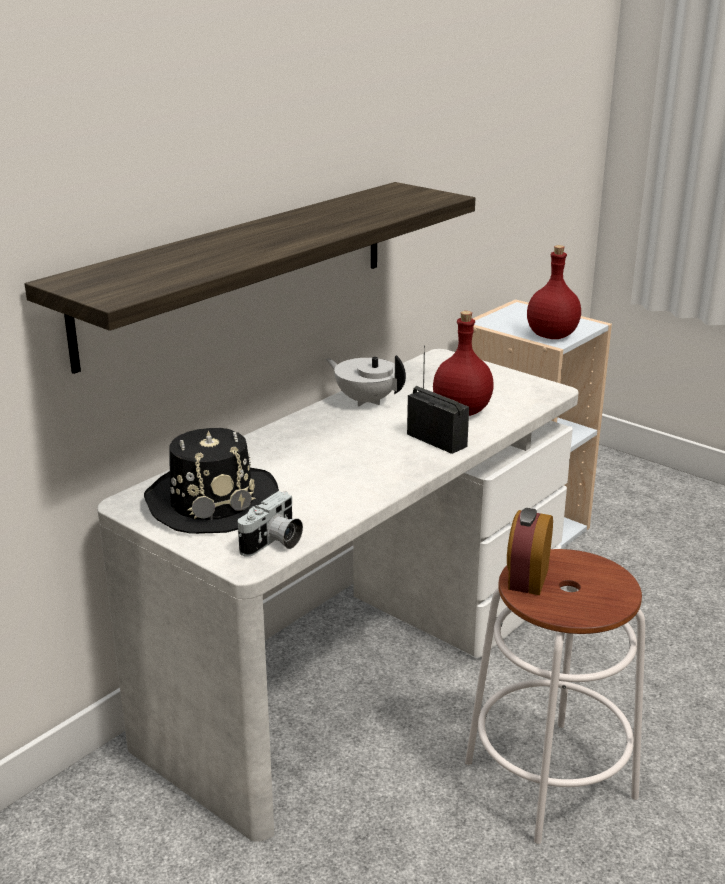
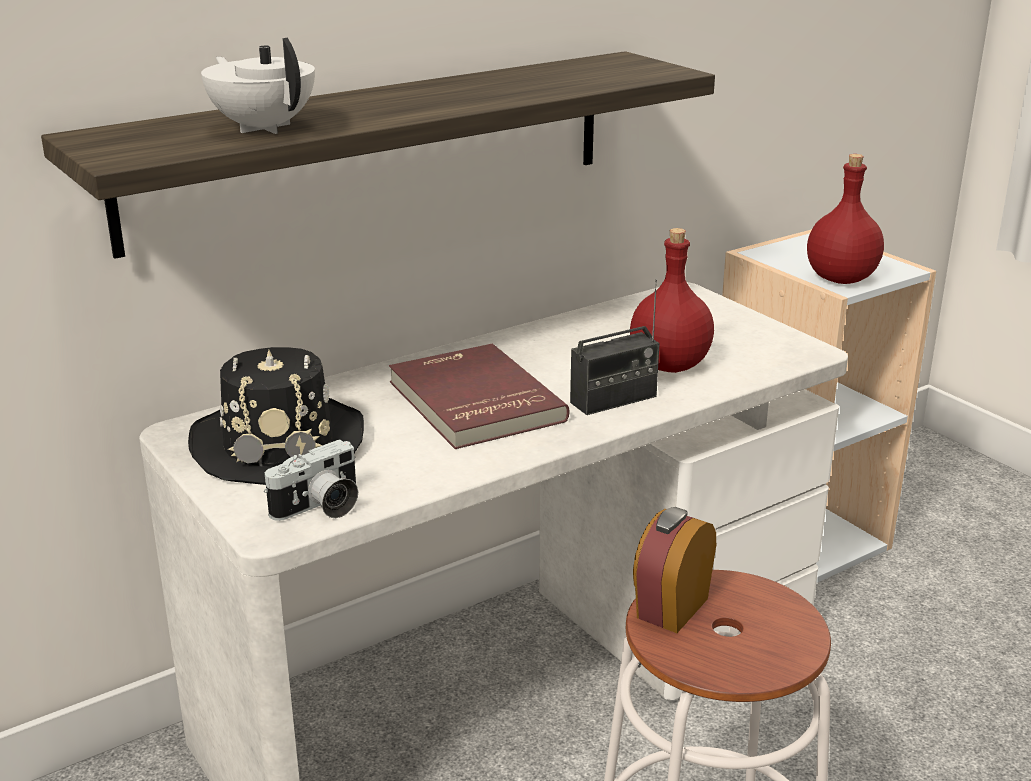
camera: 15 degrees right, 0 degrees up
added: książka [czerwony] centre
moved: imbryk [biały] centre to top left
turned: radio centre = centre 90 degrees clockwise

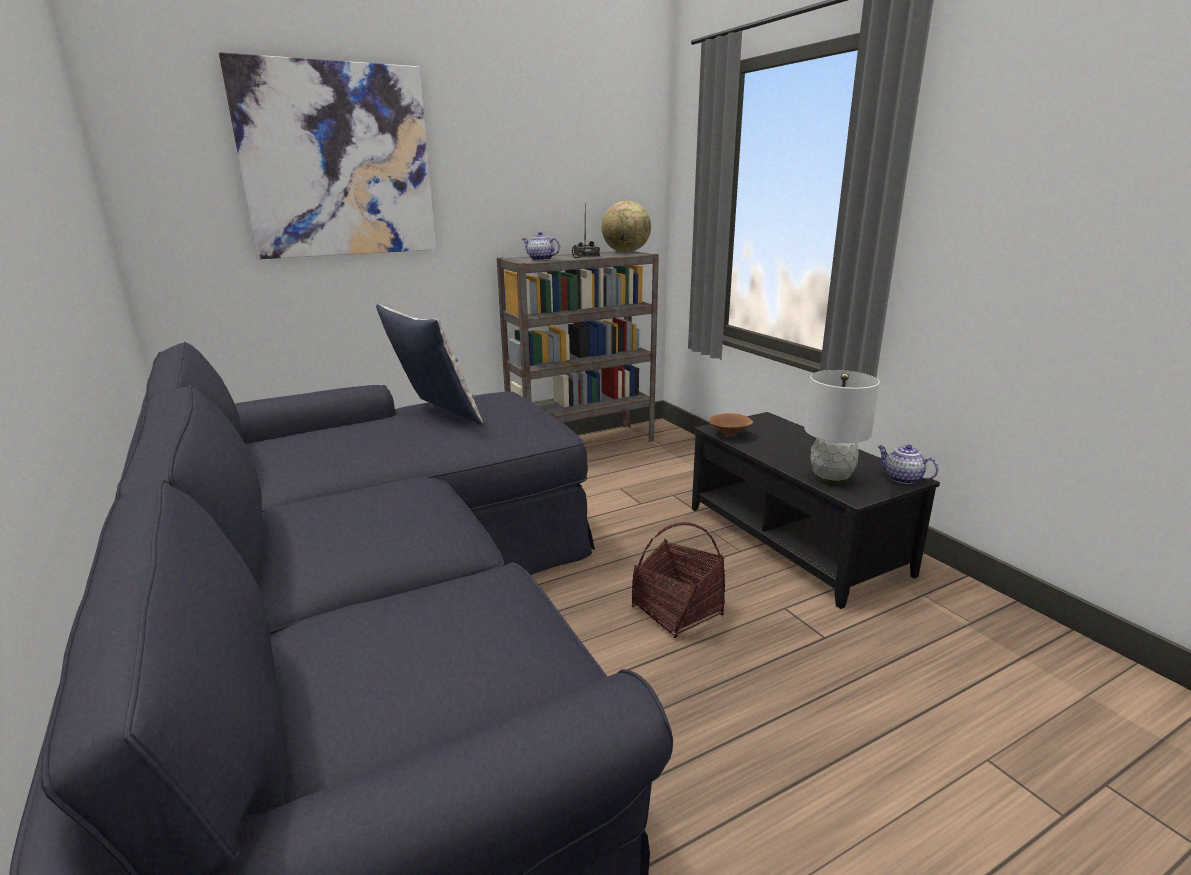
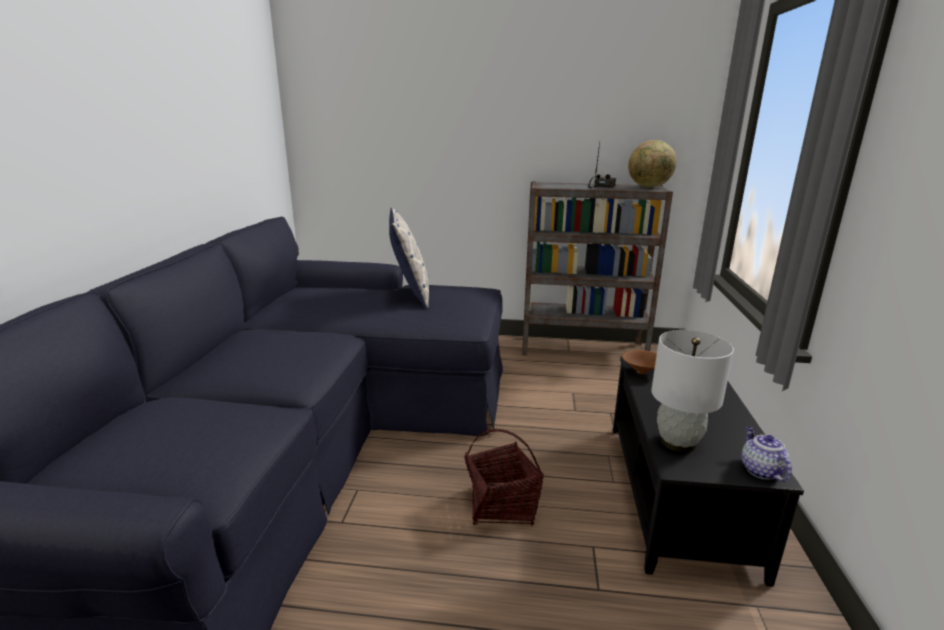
camera: 35 degrees right, 0 degrees up
removed: obraz top left; imbryk (1st from left) top centre

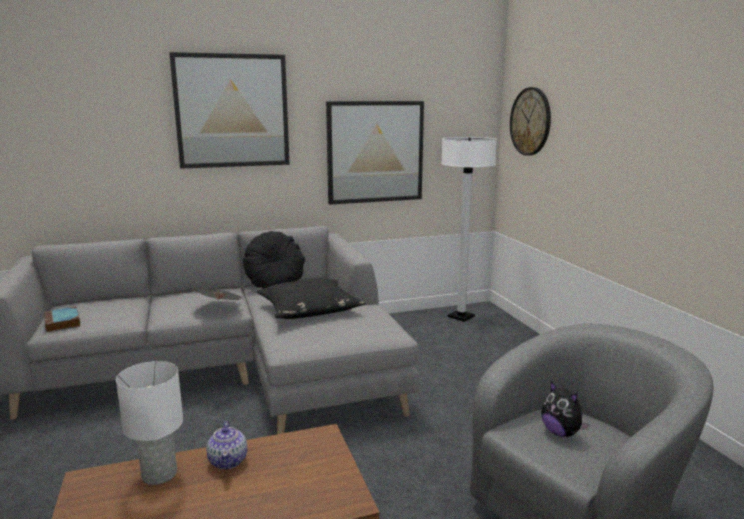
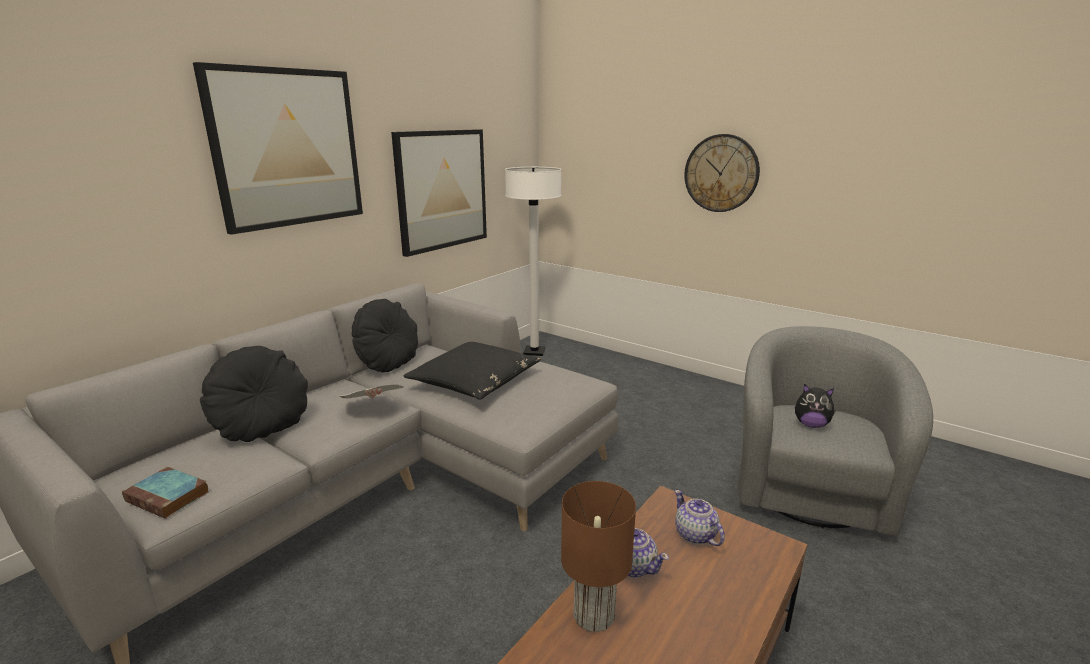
camera: 35 degrees left, 5 degrees up
added: poduszka [czarny] (1st from left) middle left; imbryk (2nd from left) bottom centre
moved: zegar ścienny top right to top centre
recoloured: lampa stołowa [biały] bottom left to lampa stołowa [brązowy] bottom centre

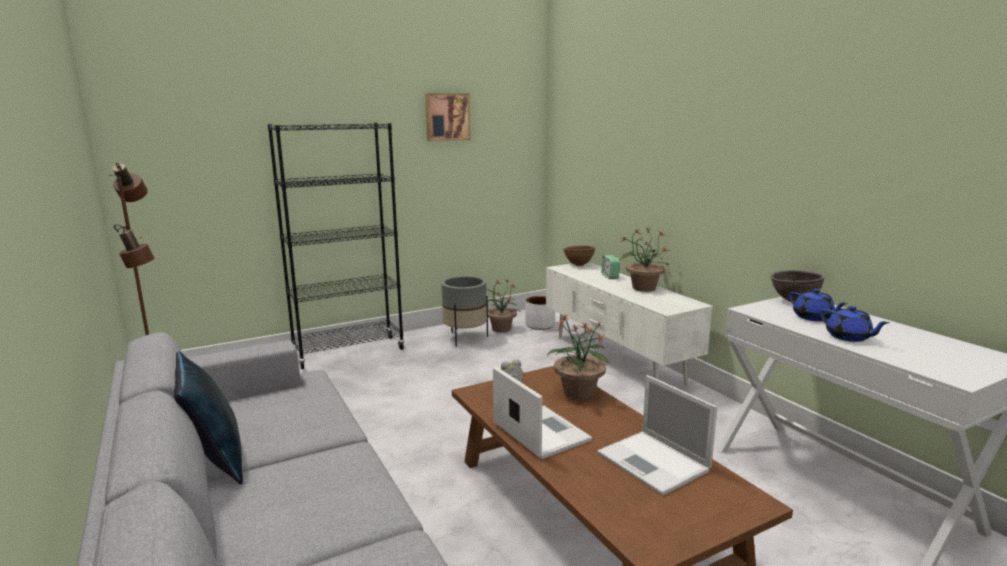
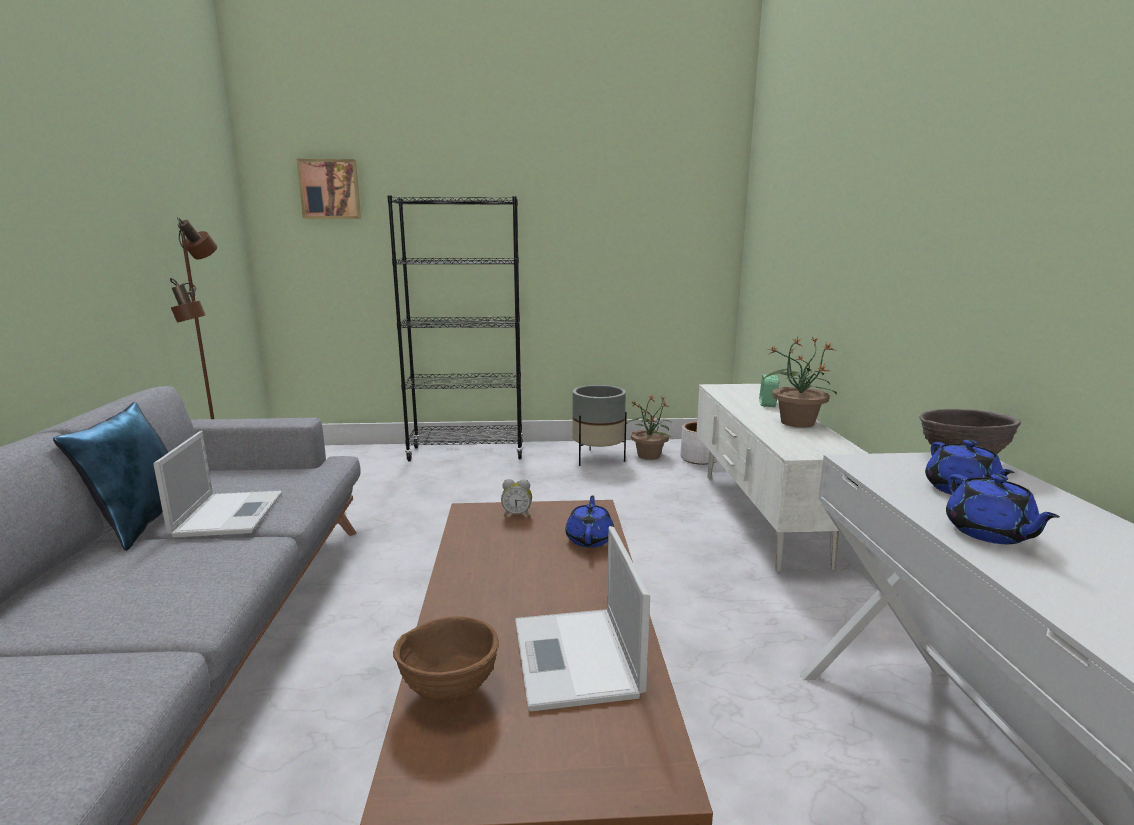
camera: 25 degrees right, 0 degrees up
moved: obraz top centre to top left; laptop (1st from left) bottom centre to middle left; miska [brązowy] (1st from left) centre to bottom centre
replaced: roślina doniczkowa (2nd from left) centre to imbryk [niebieski] (1st from left) centre

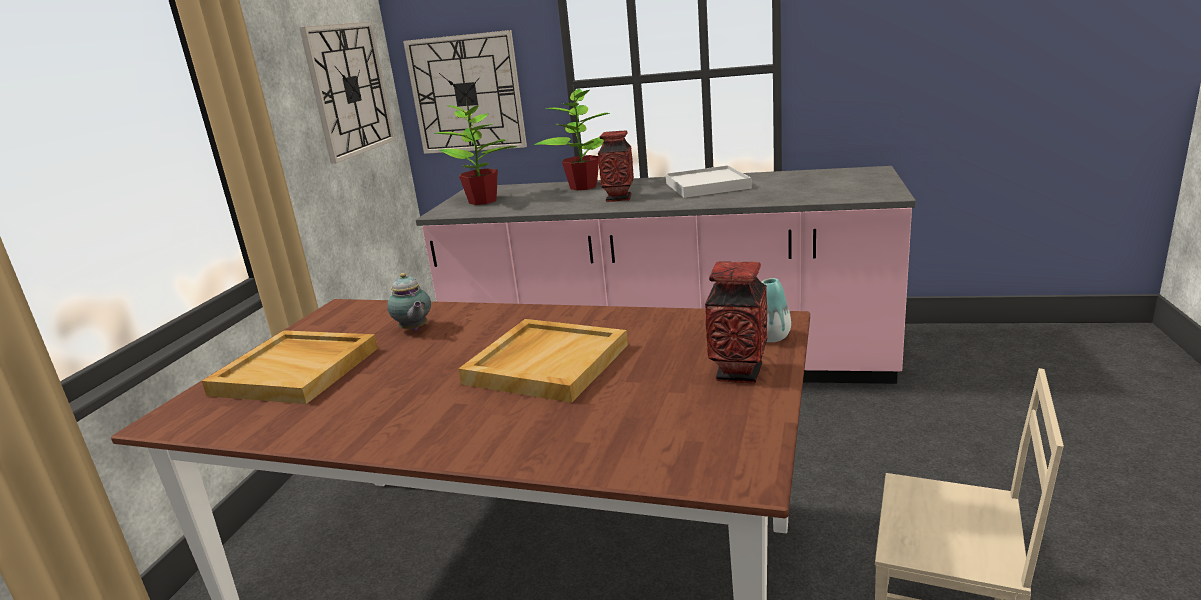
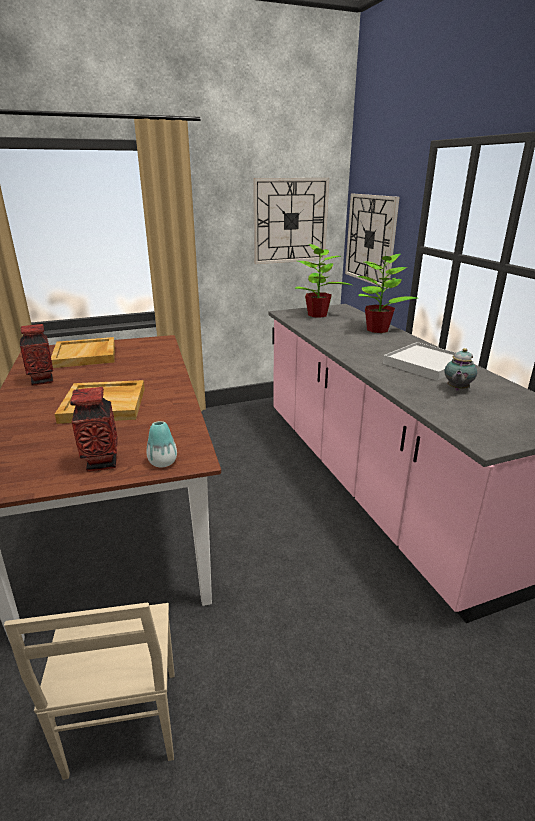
camera: 55 degrees right, 5 degrees up
moved: imbryk centre to middle right; wazon (1st from left) top centre to middle left

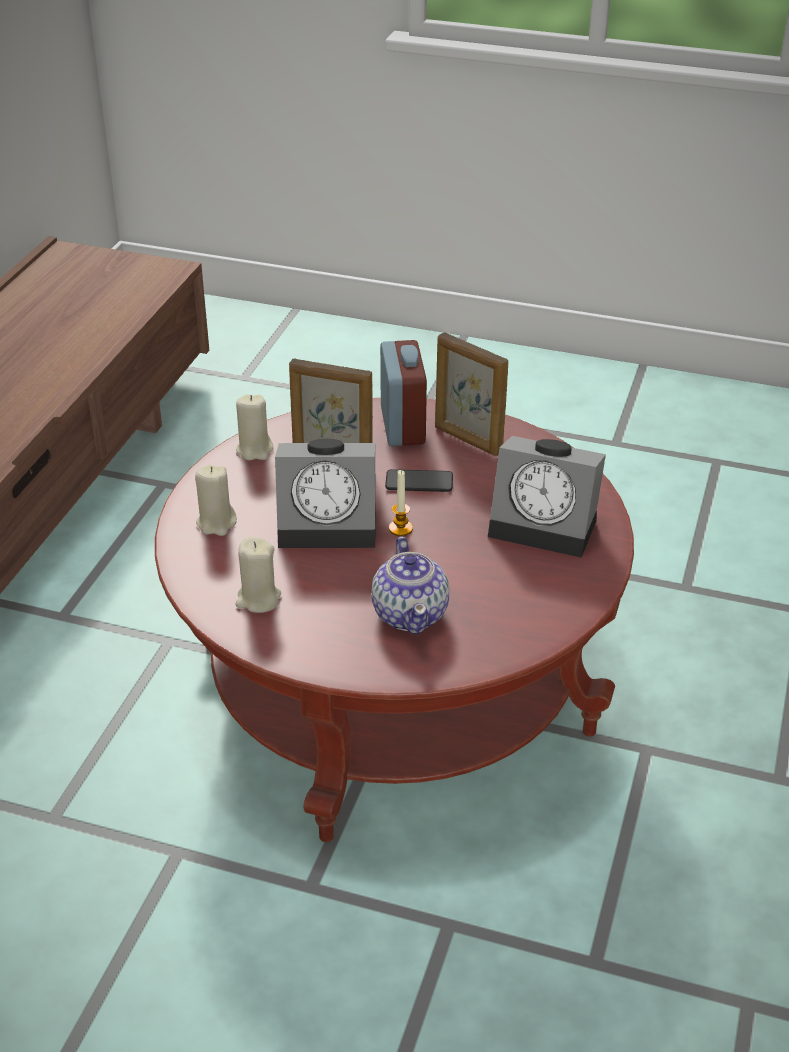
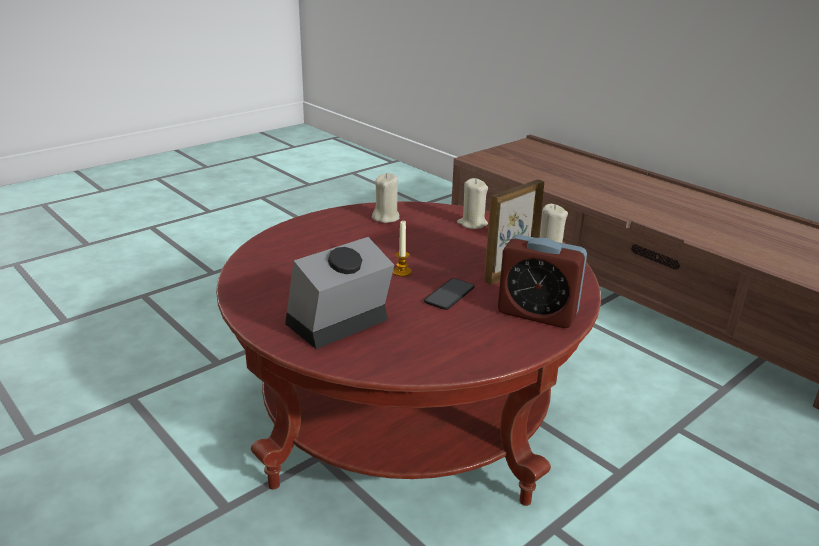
camera: 120 degrees right, 10 degrees down
removed: budzik (1st from left) centre; imbryk centre; ramka na zdjęcie (2nd from left) centre

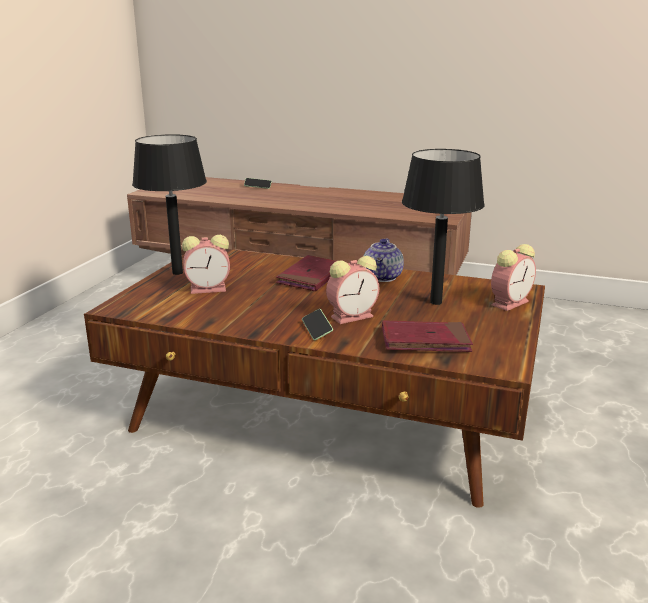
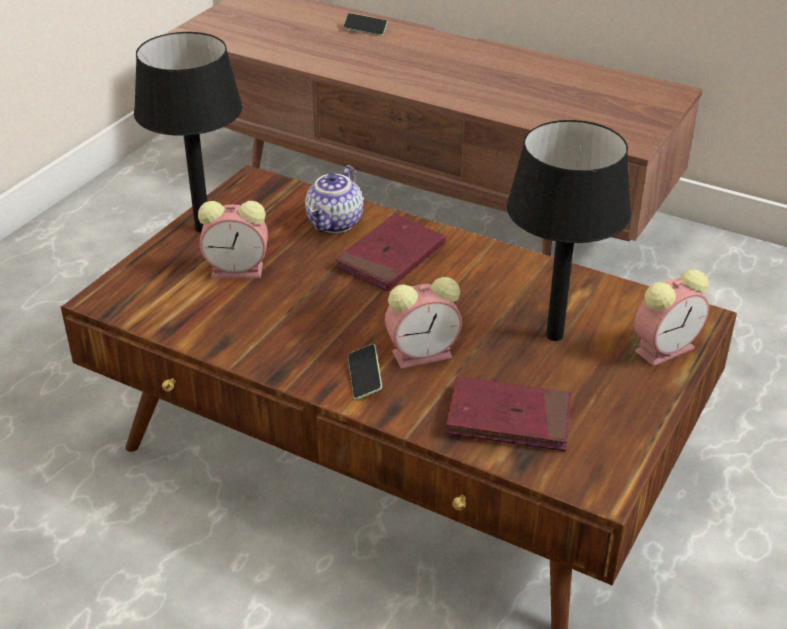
camera: 10 degrees right, 15 degrees up
moved: imbryk centre to top centre

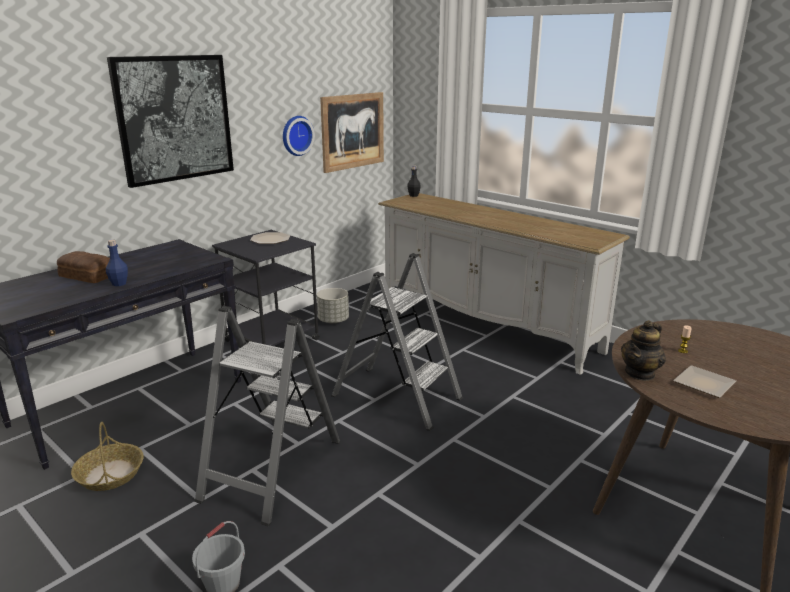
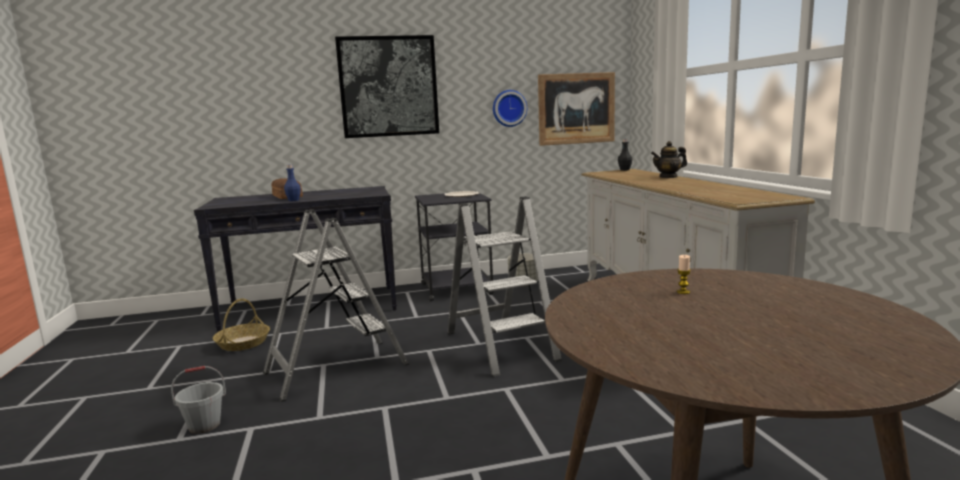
camera: 35 degrees right, 10 degrees down
removed: talerz (2nd from left) middle right
moved: imbryk middle right to top right

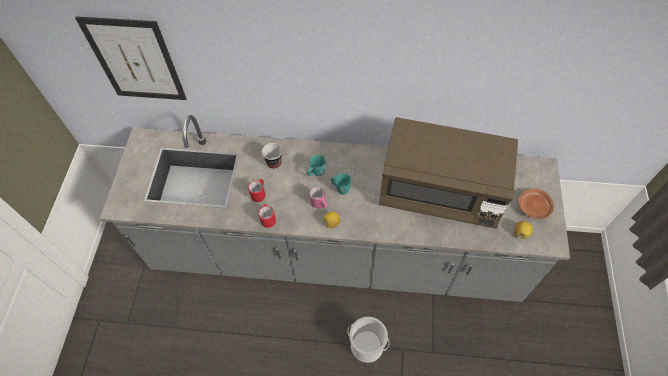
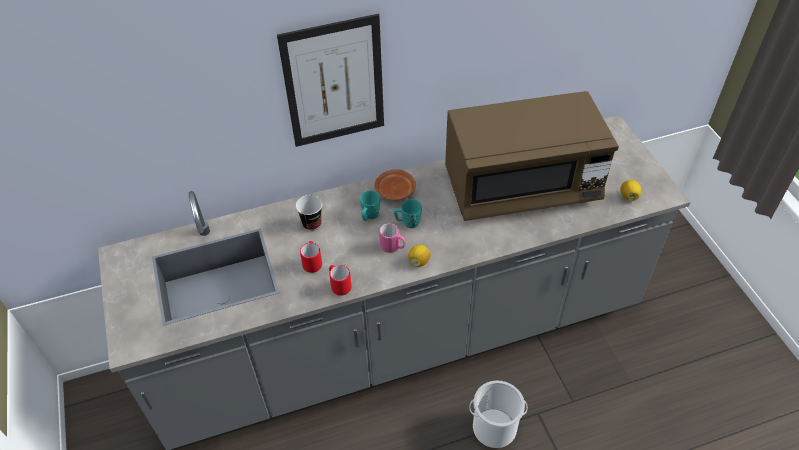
camera: 25 degrees left, 10 degrees down
moved: obraz top left to top centre; talerz [brązowy] middle right to centre

